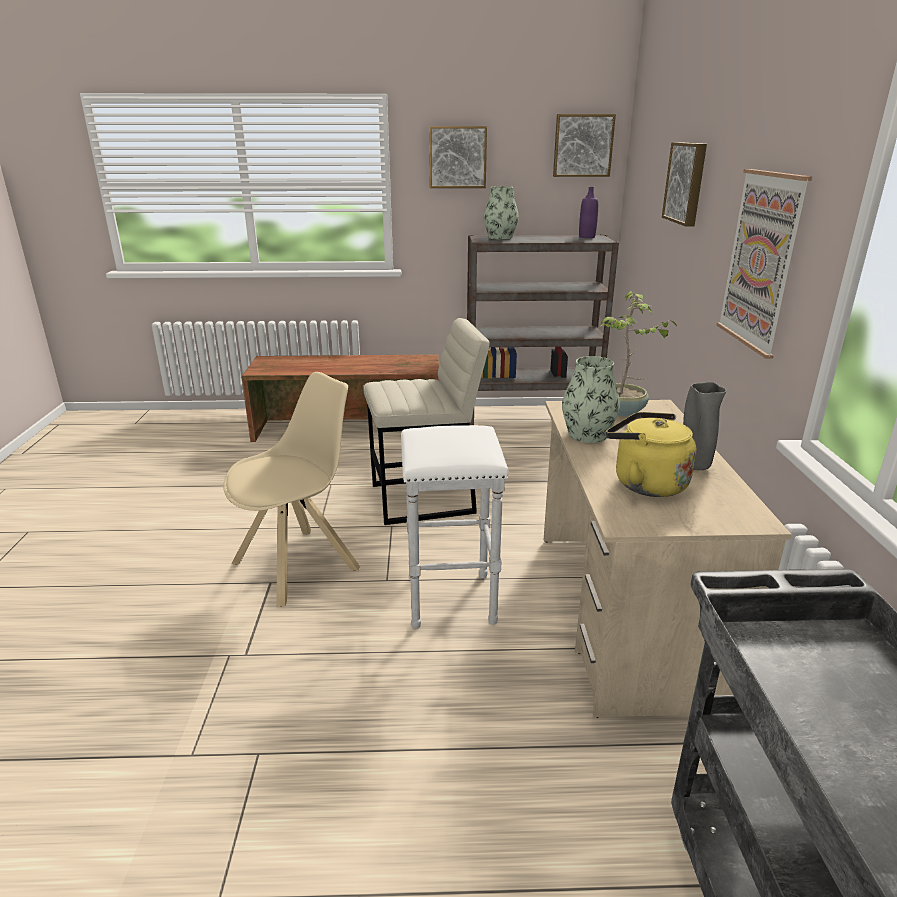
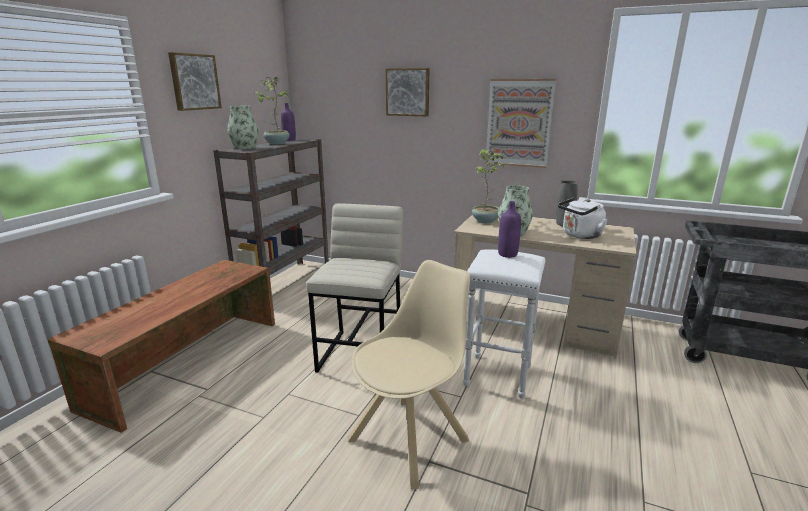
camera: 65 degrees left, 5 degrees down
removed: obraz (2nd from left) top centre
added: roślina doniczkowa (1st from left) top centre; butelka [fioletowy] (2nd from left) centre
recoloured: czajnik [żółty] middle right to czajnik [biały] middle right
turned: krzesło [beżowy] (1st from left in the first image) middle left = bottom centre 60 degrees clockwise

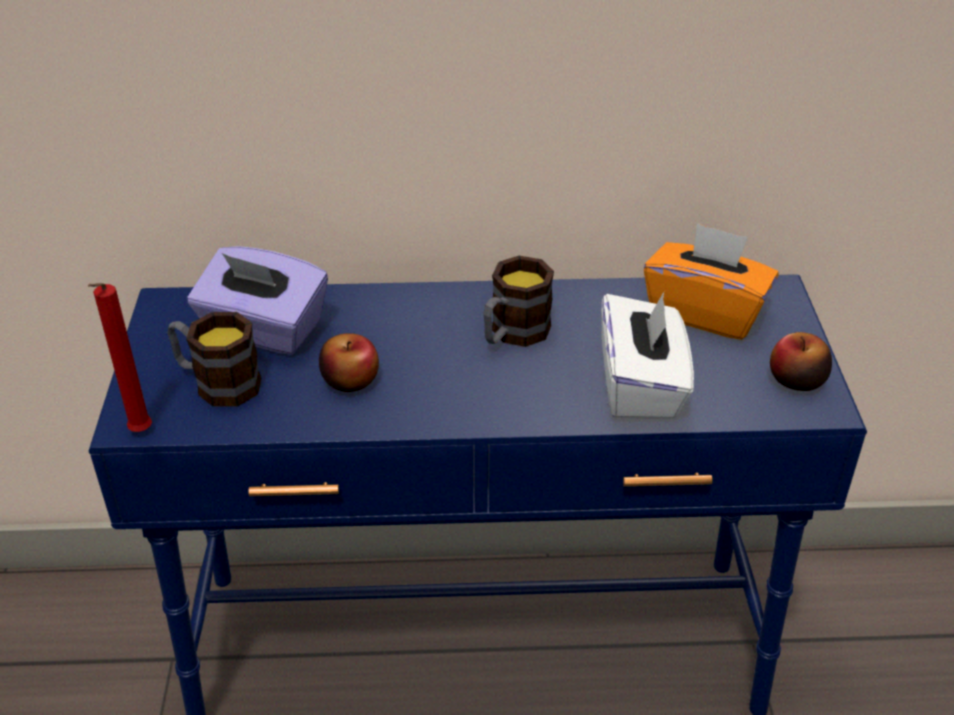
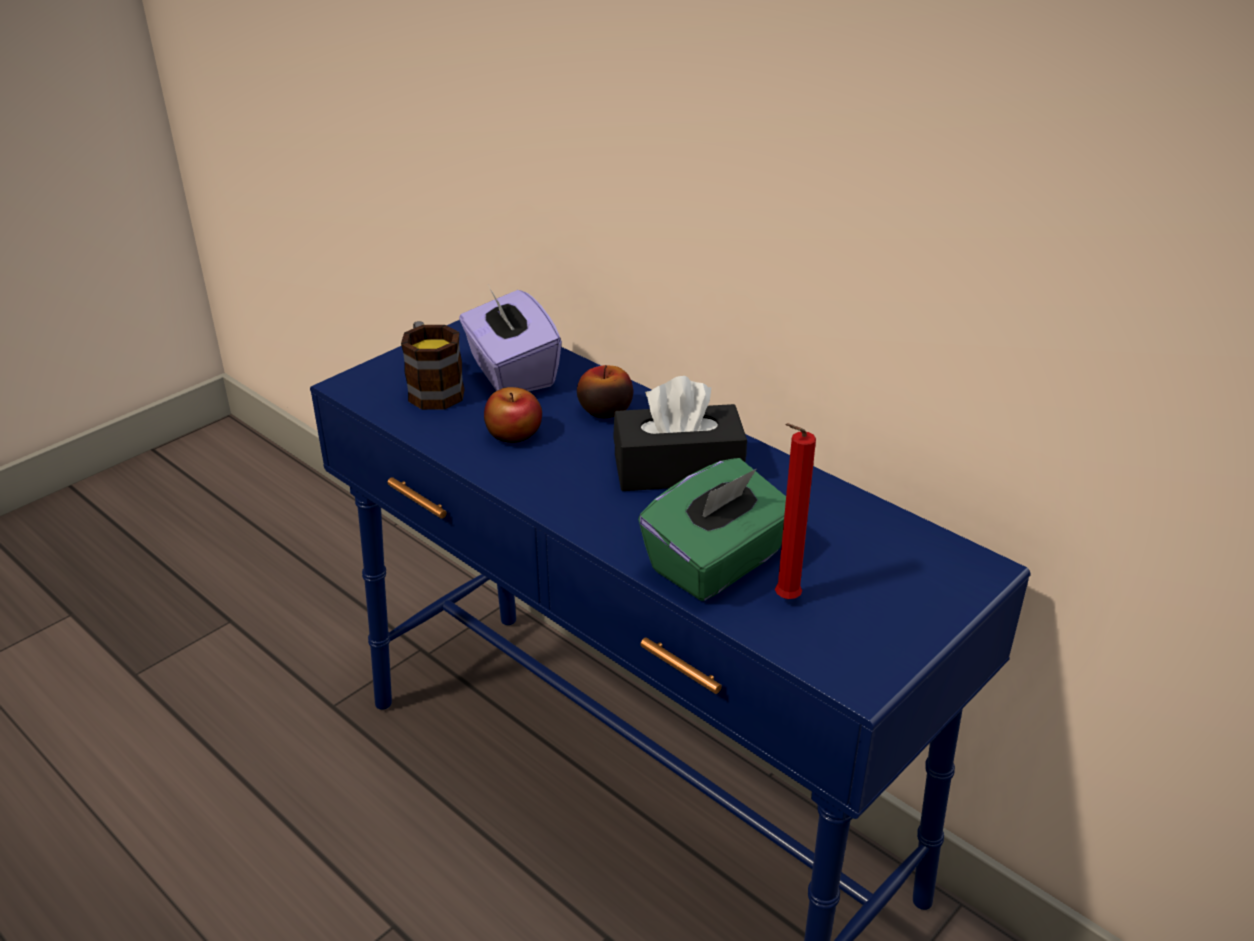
camera: 45 degrees right, 5 degrees down
removed: pudełko chusteczek [pomarańczowy] middle right
moved: świeca [czerwony] middle left to centre; jabłko (2nd from left) middle right to centre
replaced: kubek (2nd from left) centre to pudełko chusteczek [czarny] centre
recoloured: pudełko chusteczek [biały] middle right to pudełko chusteczek [zielony] centre

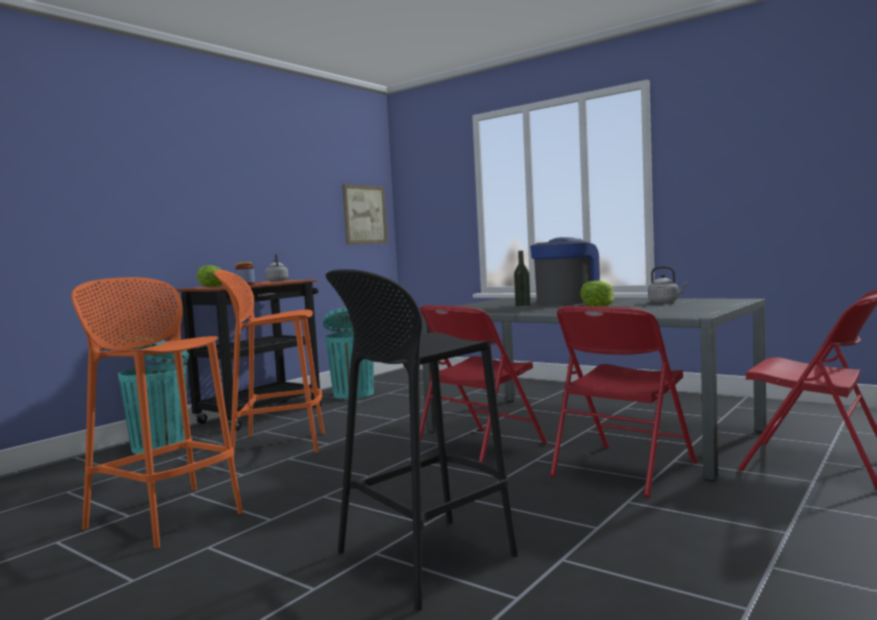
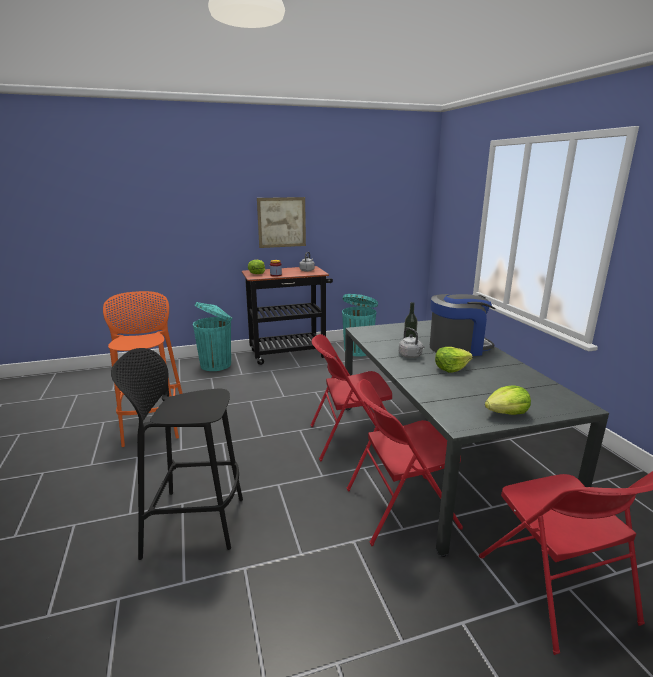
camera: 35 degrees right, 15 degrees up
removed: stołek [pomarańczowy] (2nd from left) middle left
added: sałata (3rd from left) middle right
moved: obraz centre to top centre; czajnik [szary] (2nd from left) middle right to centre

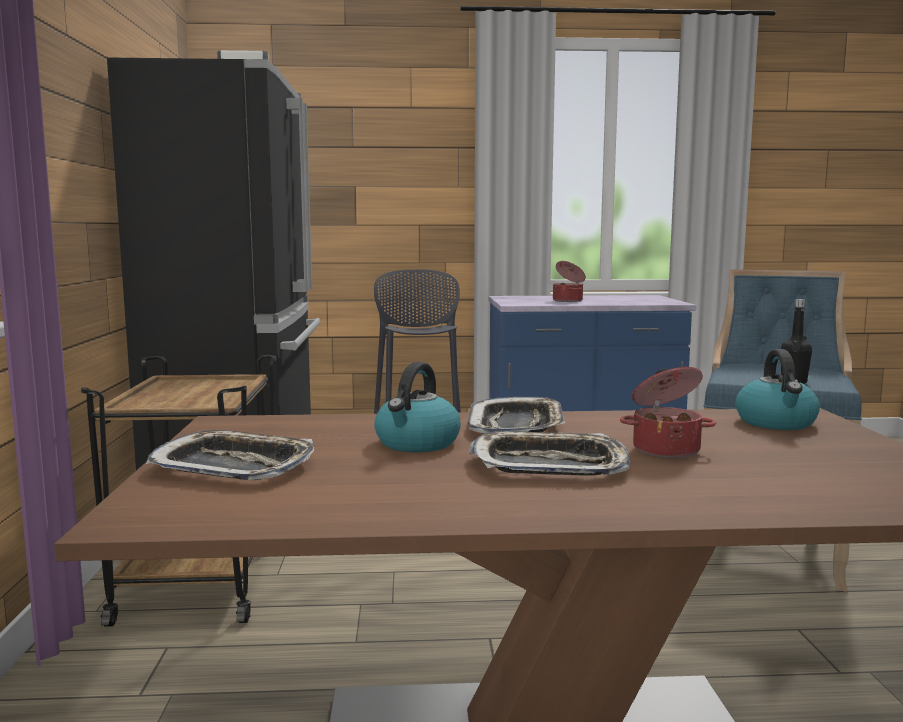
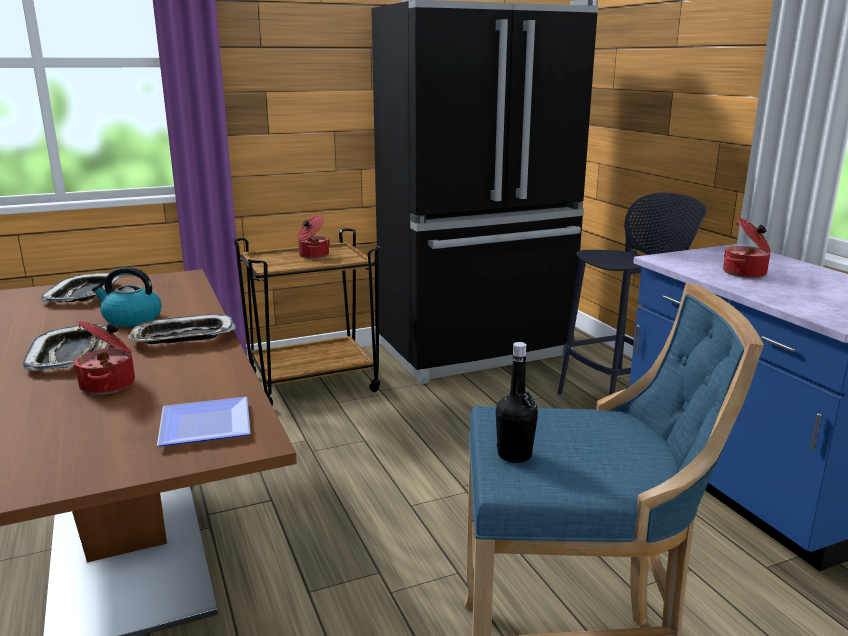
camera: 70 degrees right, 10 degrees up
added: garnek (2nd from left) centre
replaced: czajnik (2nd from left) middle right to talerz middle left

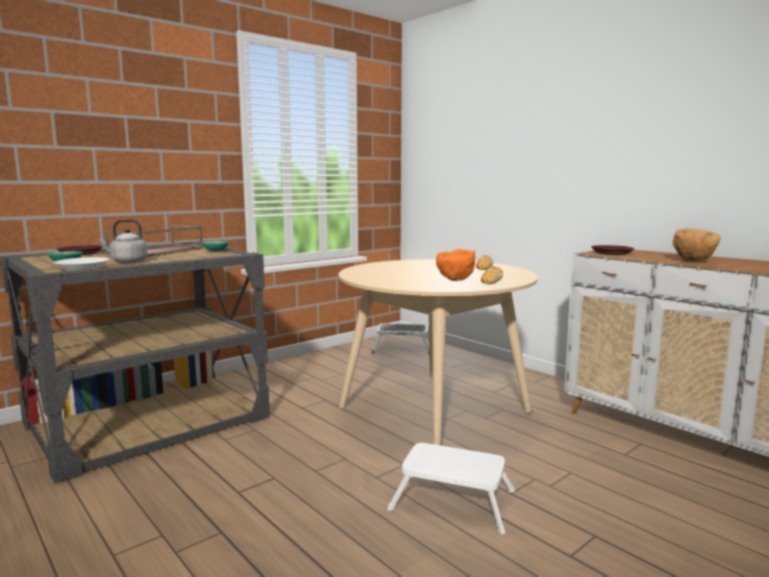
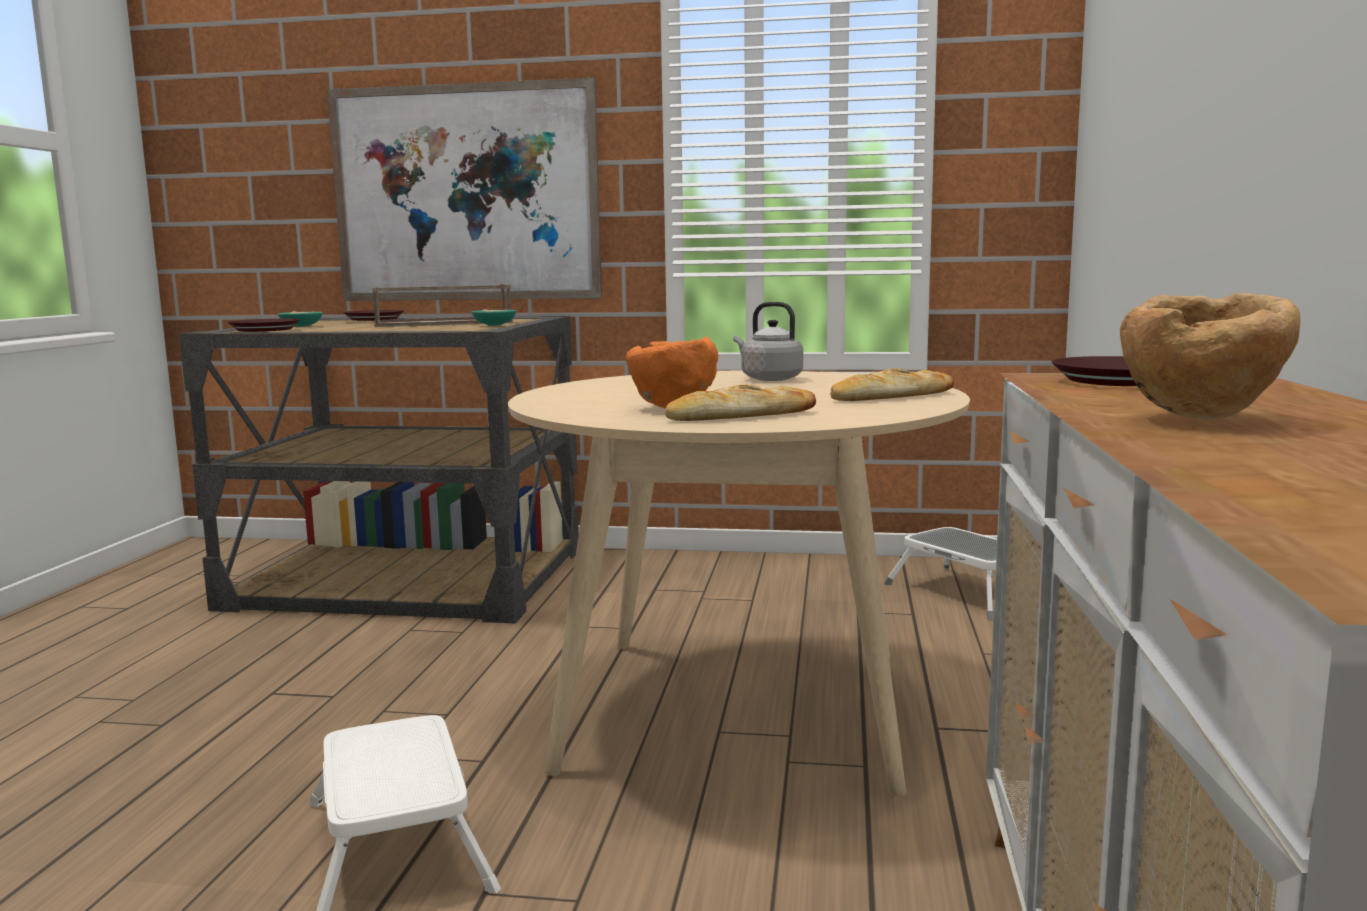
camera: 50 degrees right, 0 degrees up
added: obraz top centre
moved: czajnik [szary] middle left to centre
recoloured: talerz [biały] middle left to talerz [brązowy] (1st from left) middle left

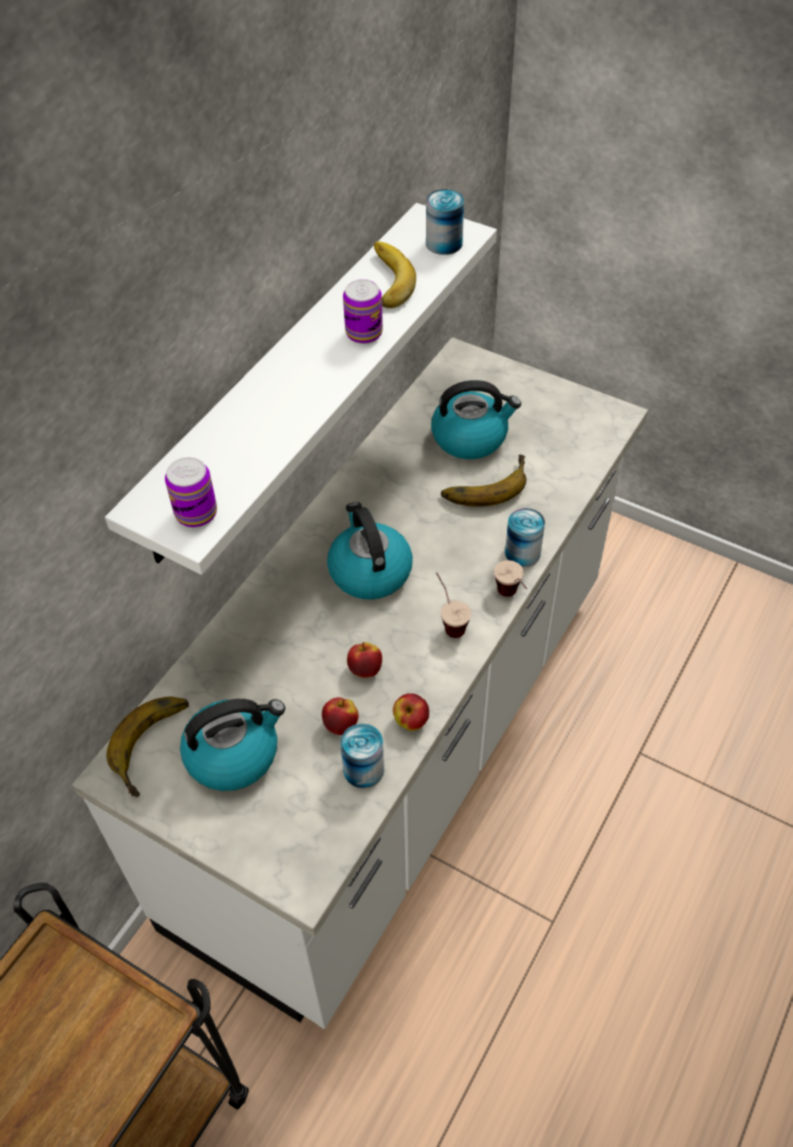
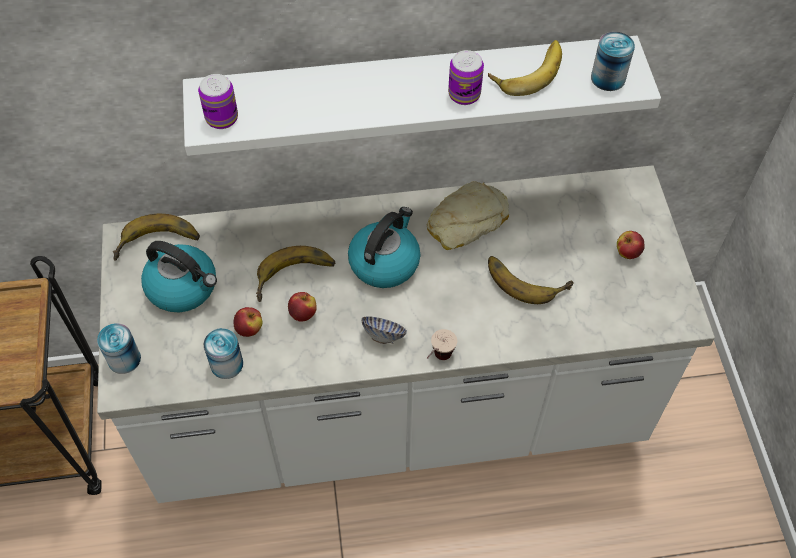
camera: 50 degrees right, 5 degrees up
removed: czajnik (3rd from left) centre
added: banan (2nd from left) centre; chleb centre
moved: jabłko (3rd from left) centre to middle right; puszka (5th from left in the first image) centre to puszka (1st from left) middle left
replaced: filiżanka (1st from left) centre to miska centre

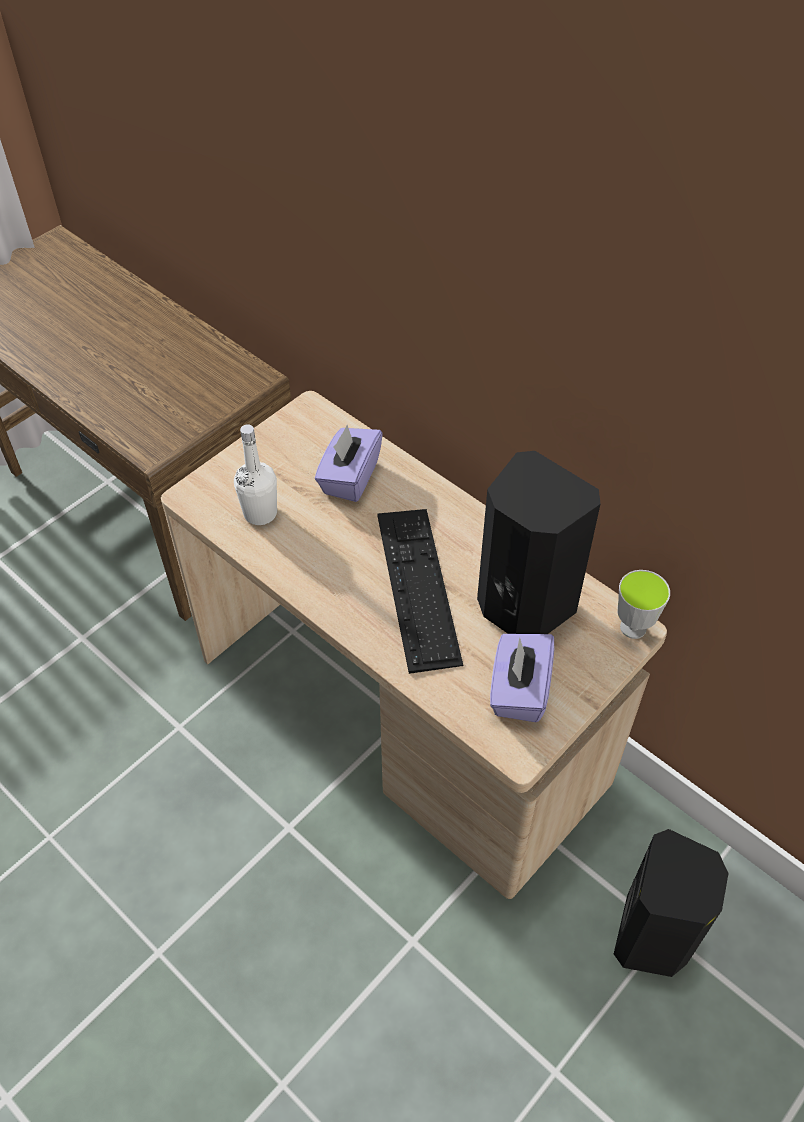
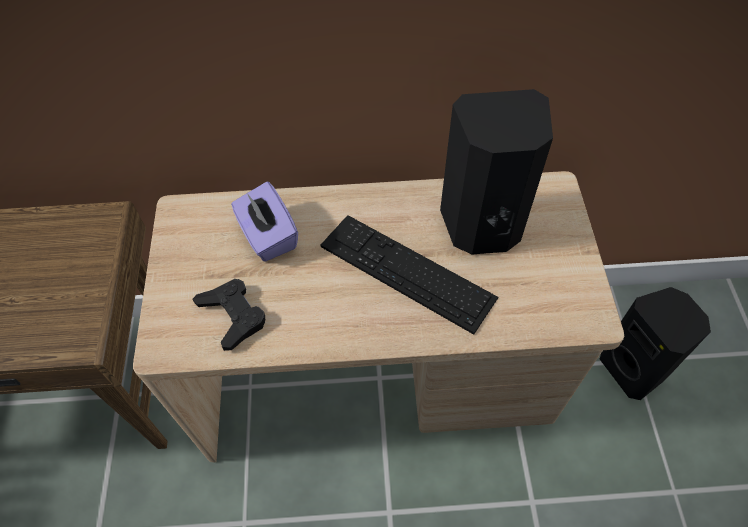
camera: 45 degrees left, 5 degrees up
removed: pudełko chusteczek [fioletowy] (2nd from left) centre; filiżanka middle right
replaced: butelka [biały] middle left to pad do gier [czarny] middle left

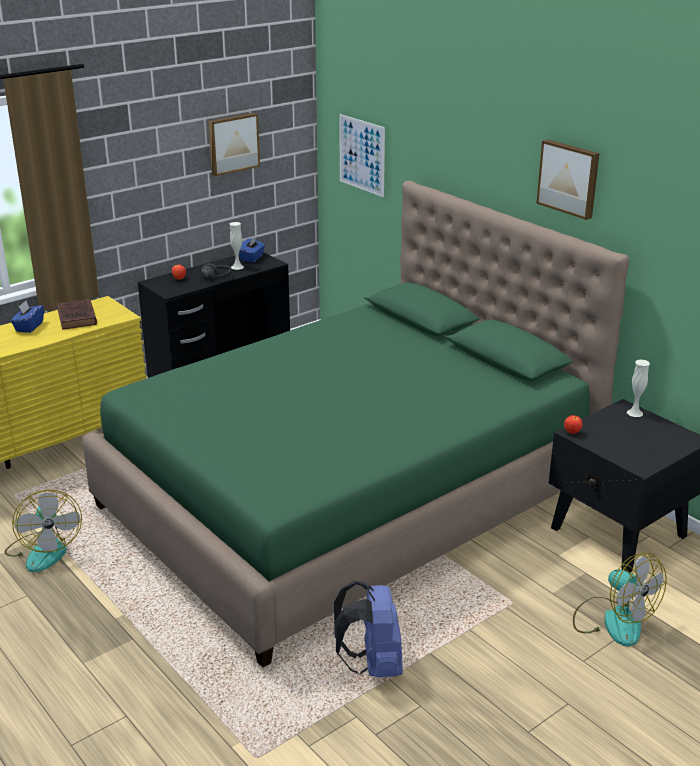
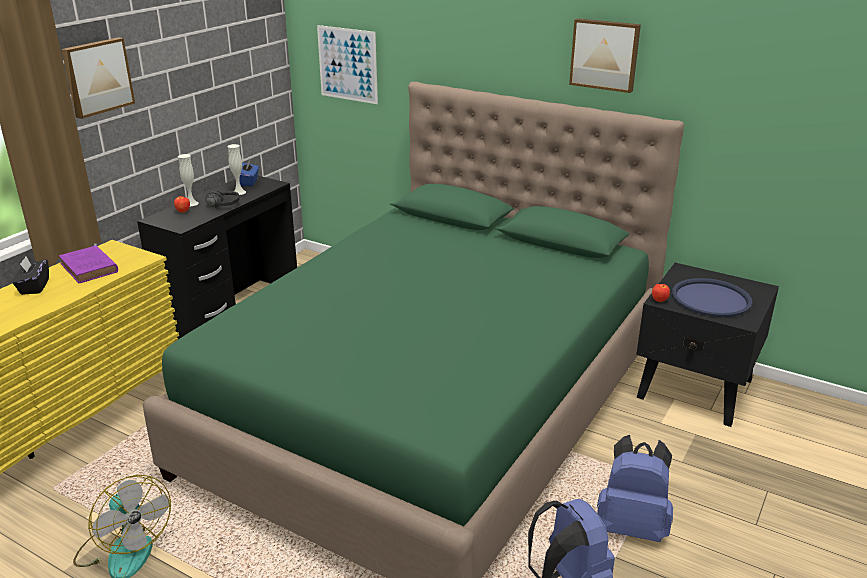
camera: 20 degrees left, 0 degrees up
removed: wentylator (2nd from left) bottom right
added: plecak [niebieski] (2nd from left) bottom right; taca [niebieski] middle right
moved: obraz (1st from left) top centre to top left; wazon [biały] (2nd from left in the first image) middle right to wazon [biały] (1st from left) top left
recoloured: pudełko chusteczek [niebieski] (1st from left) middle left to pudełko chusteczek [czarny] middle left; książka [brązowy] middle left to książka [fioletowy] middle left

